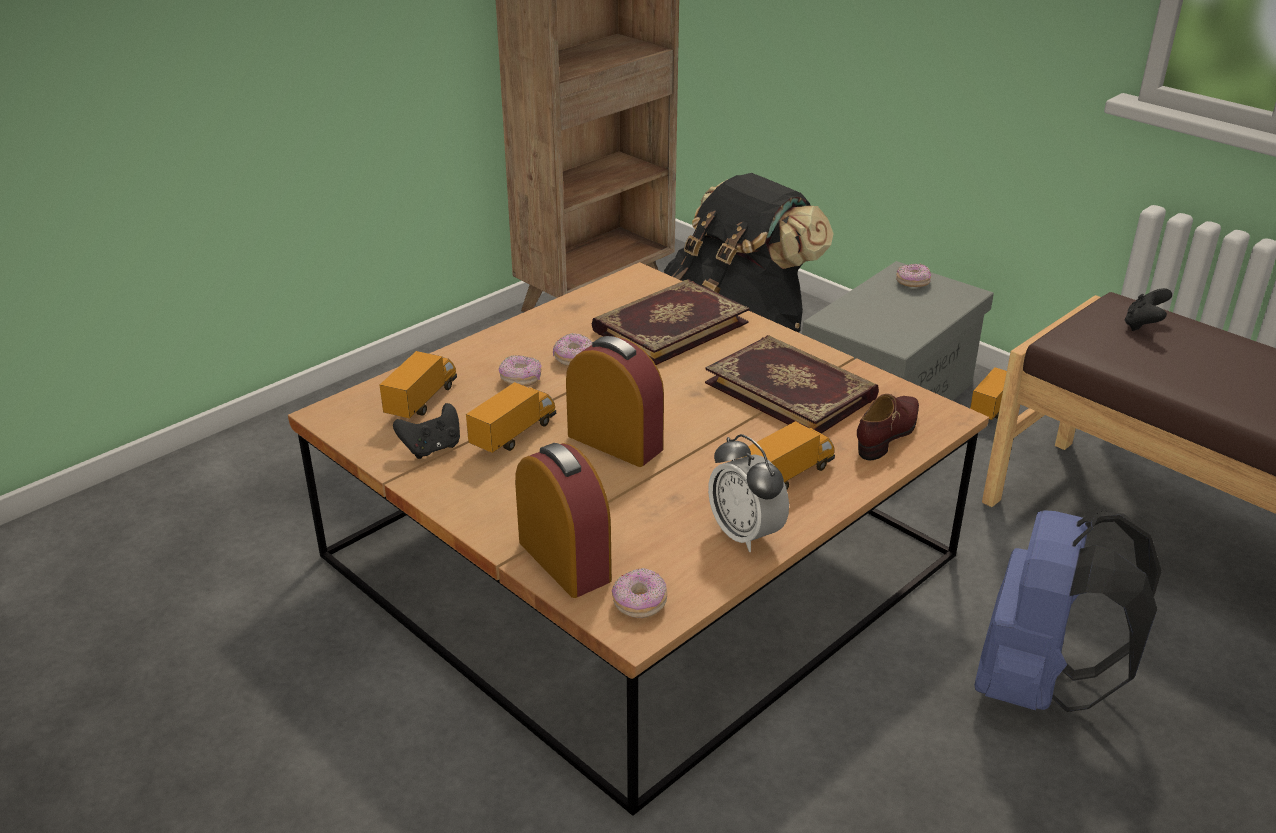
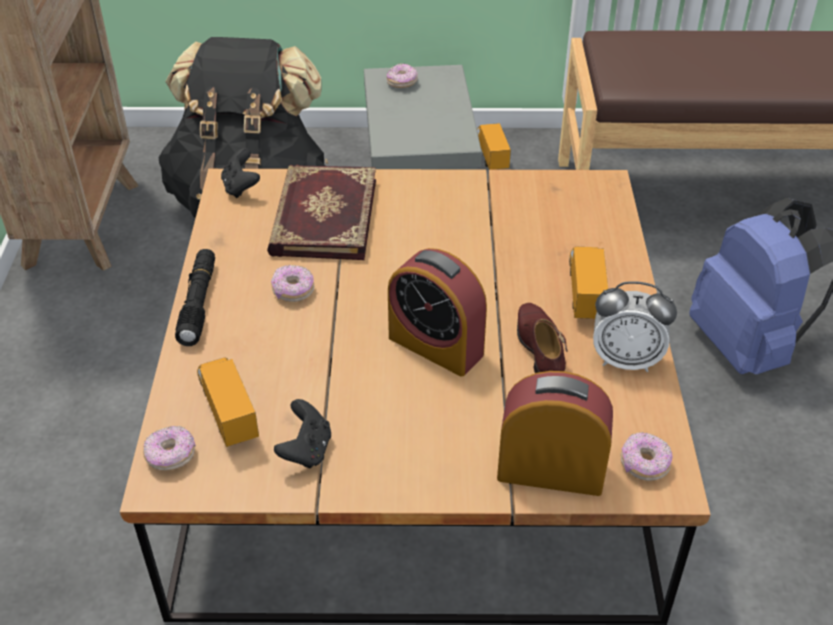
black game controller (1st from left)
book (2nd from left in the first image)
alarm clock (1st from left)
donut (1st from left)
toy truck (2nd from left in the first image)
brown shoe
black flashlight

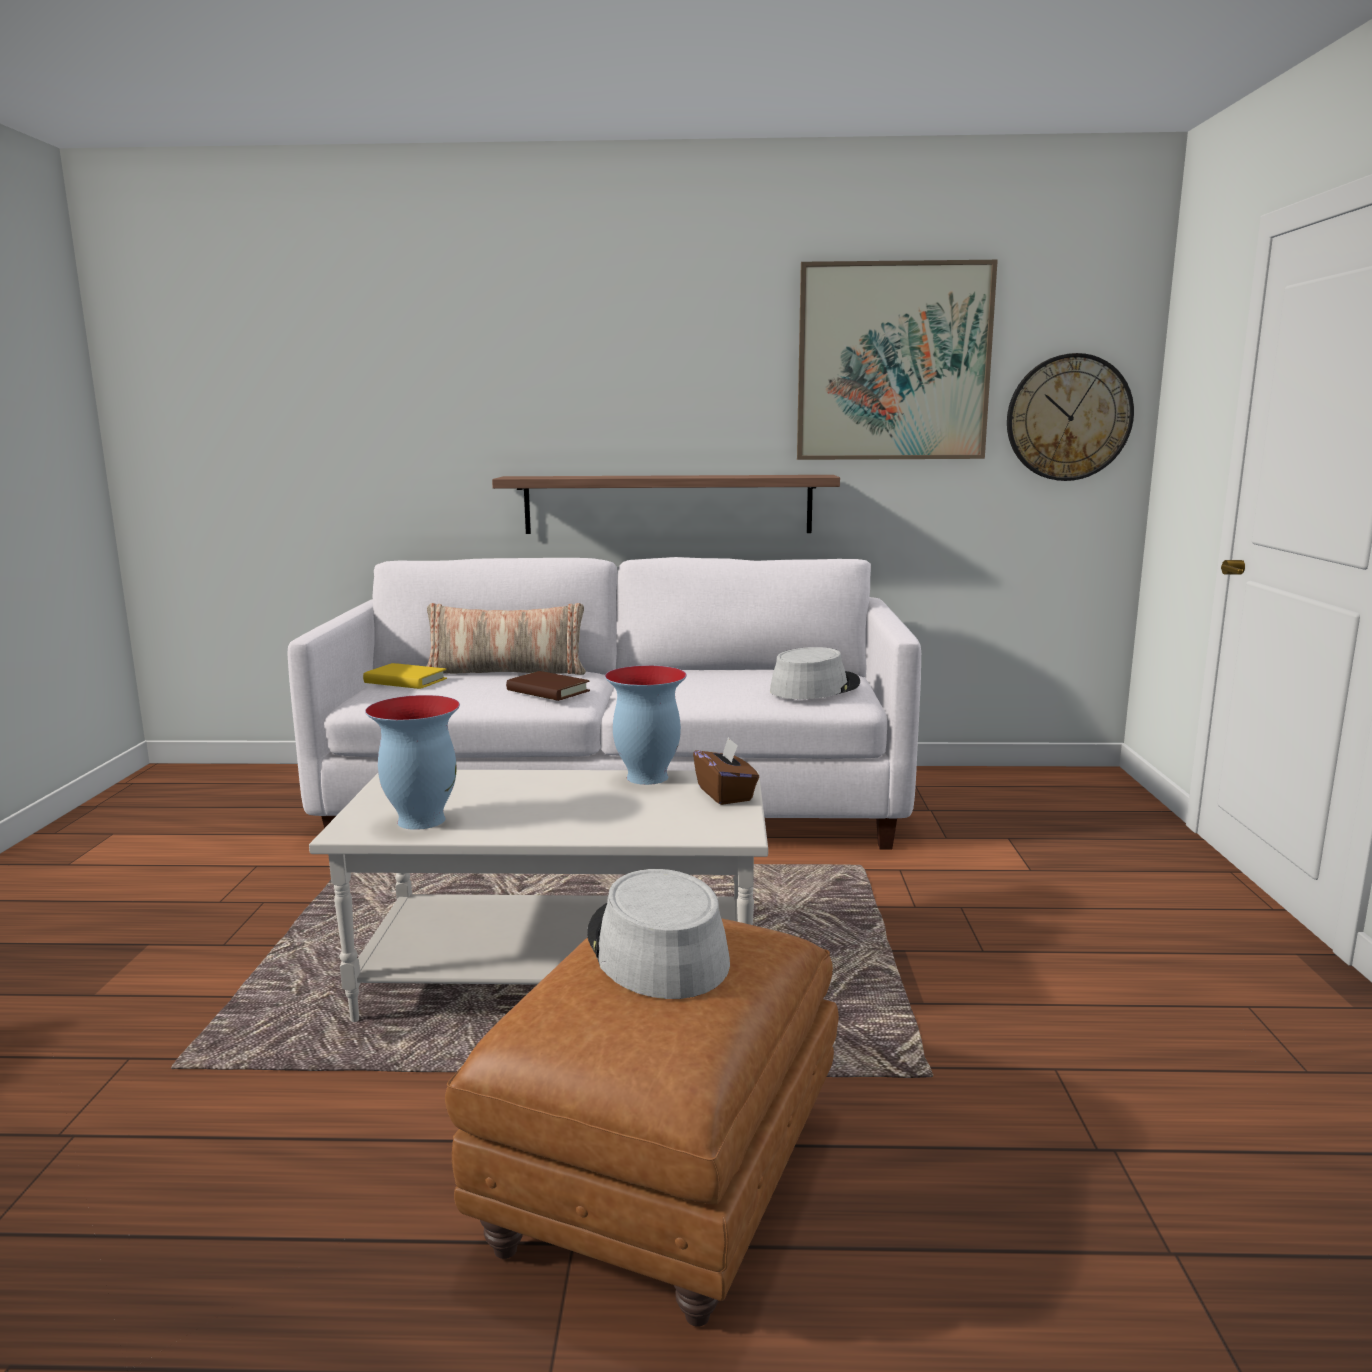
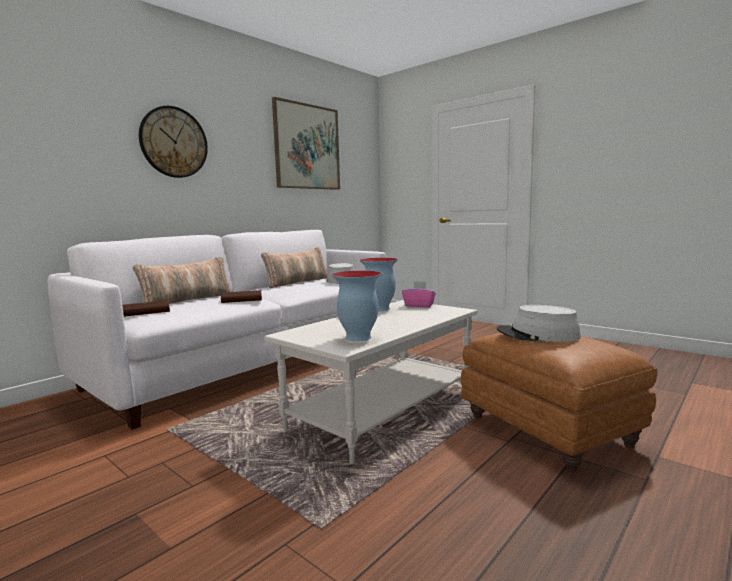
wall clock
shelf
brown book (1st from left)
pink tissue box
pillow (2nd from left)

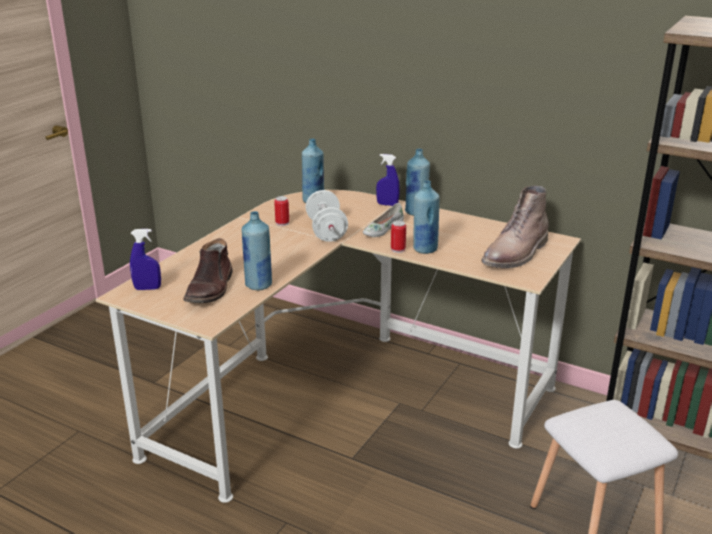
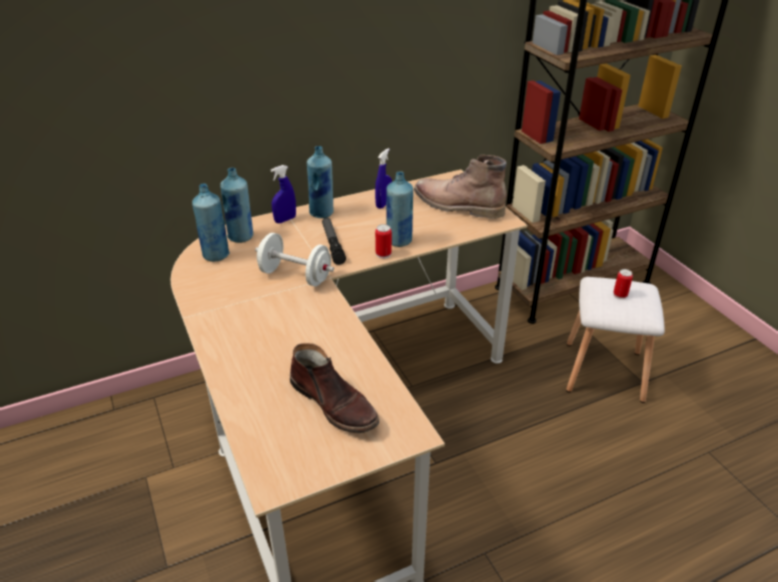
brown boot (2nd from left)
can (2nd from left)
flashlight
blue bottle (2nd from left)
blue spray bottle (2nd from left)

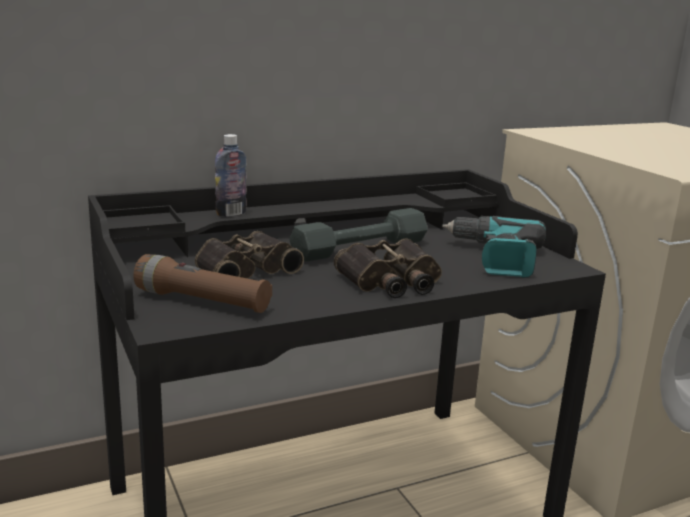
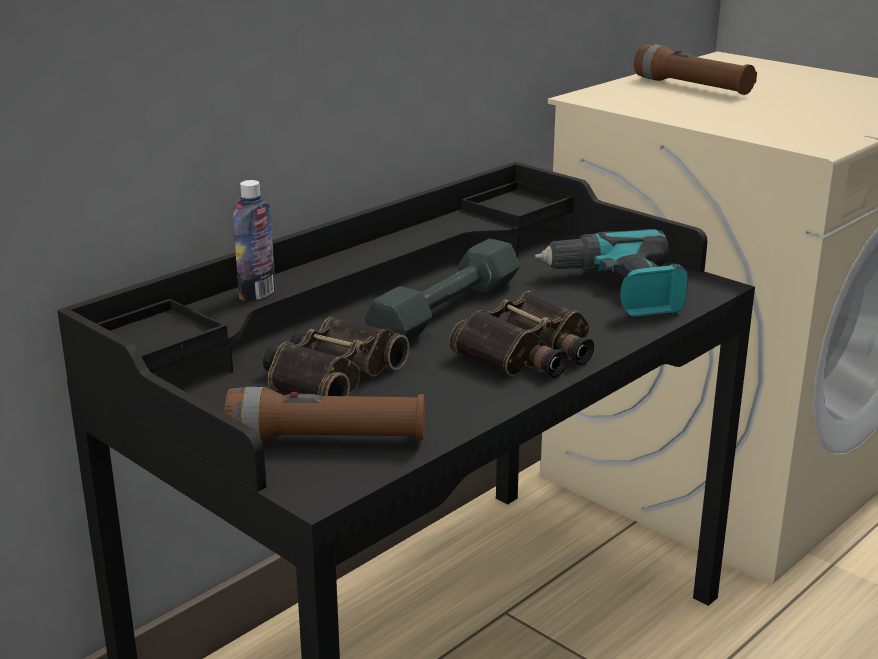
brown flashlight (2nd from left)

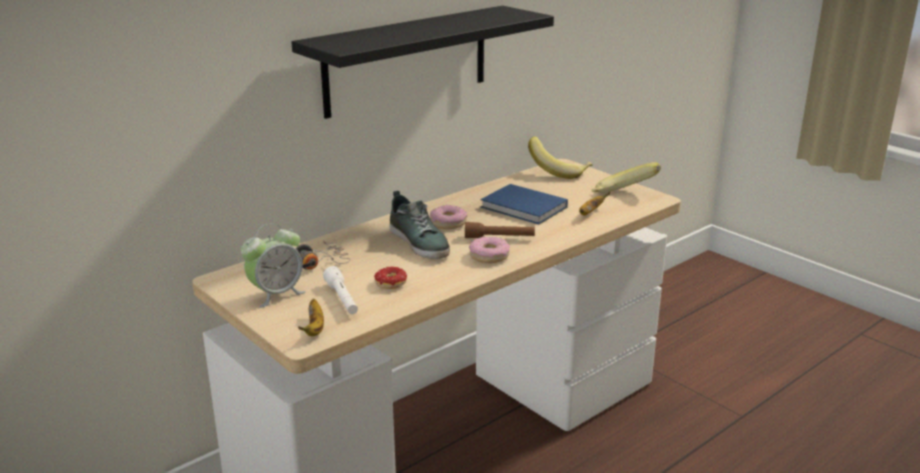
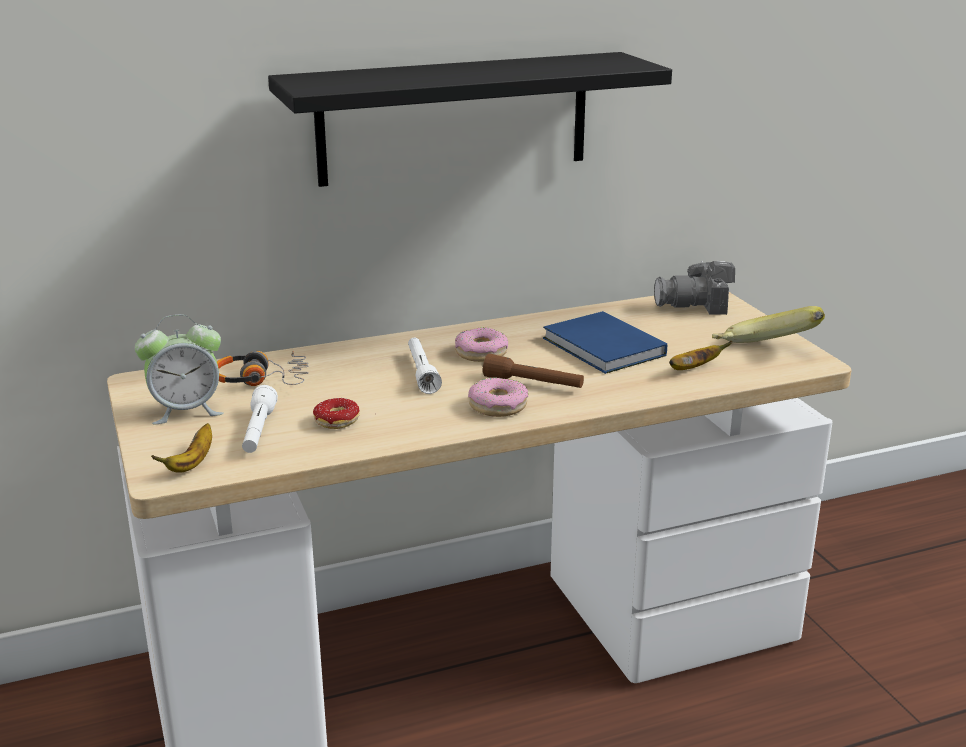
photo camera
white flashlight (2nd from left)

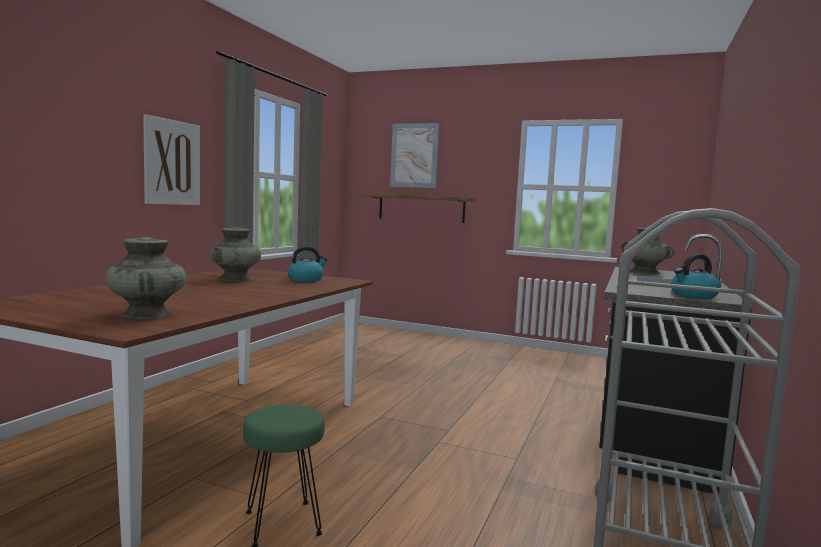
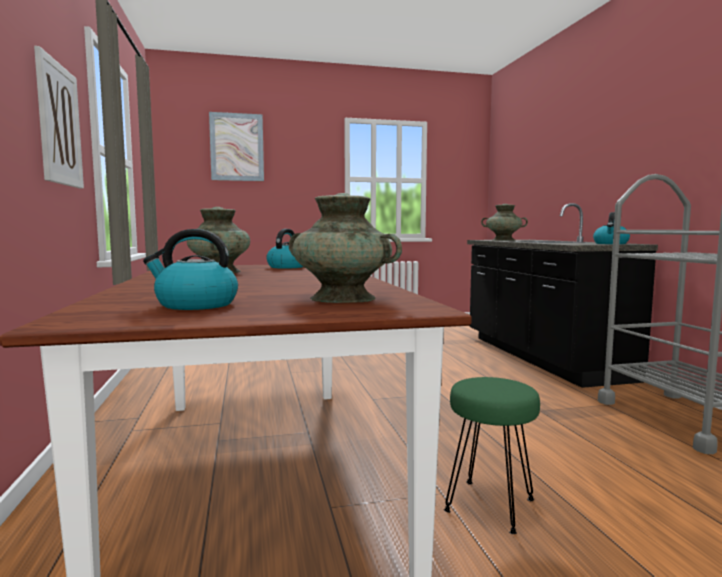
shelf
kettle (1st from left)

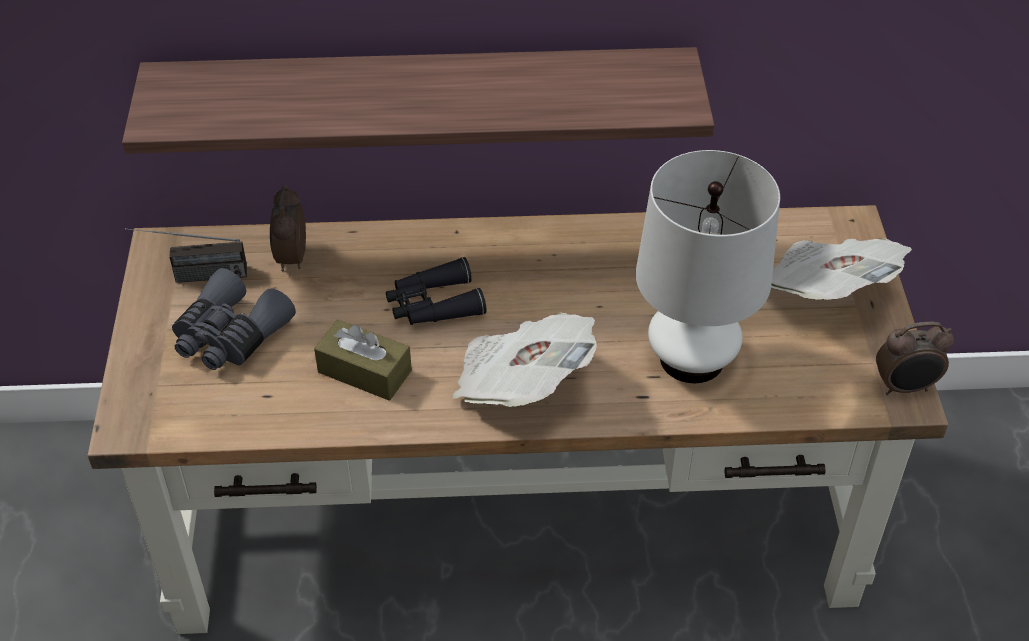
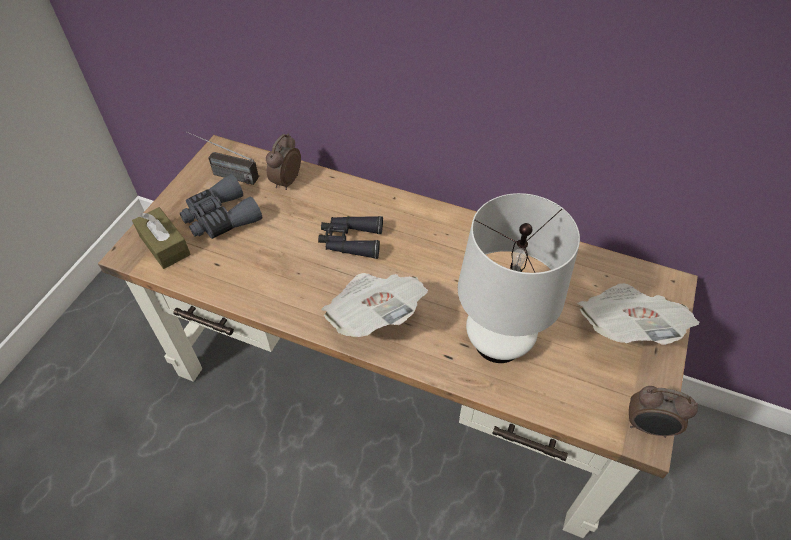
shelf
brown tissue box

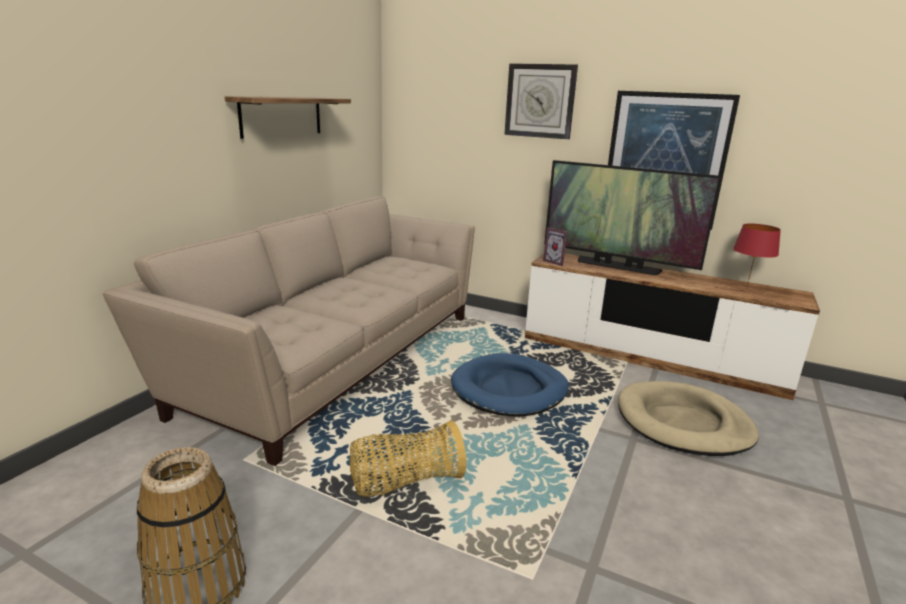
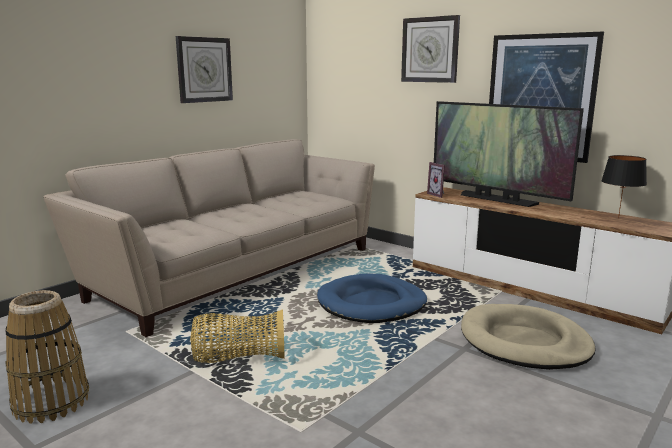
wall clock (1st from left)
black table lamp

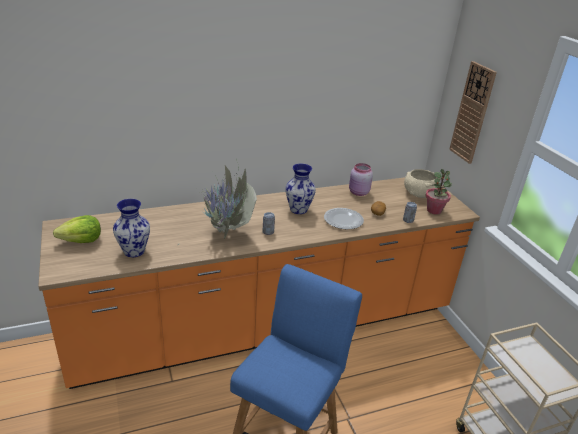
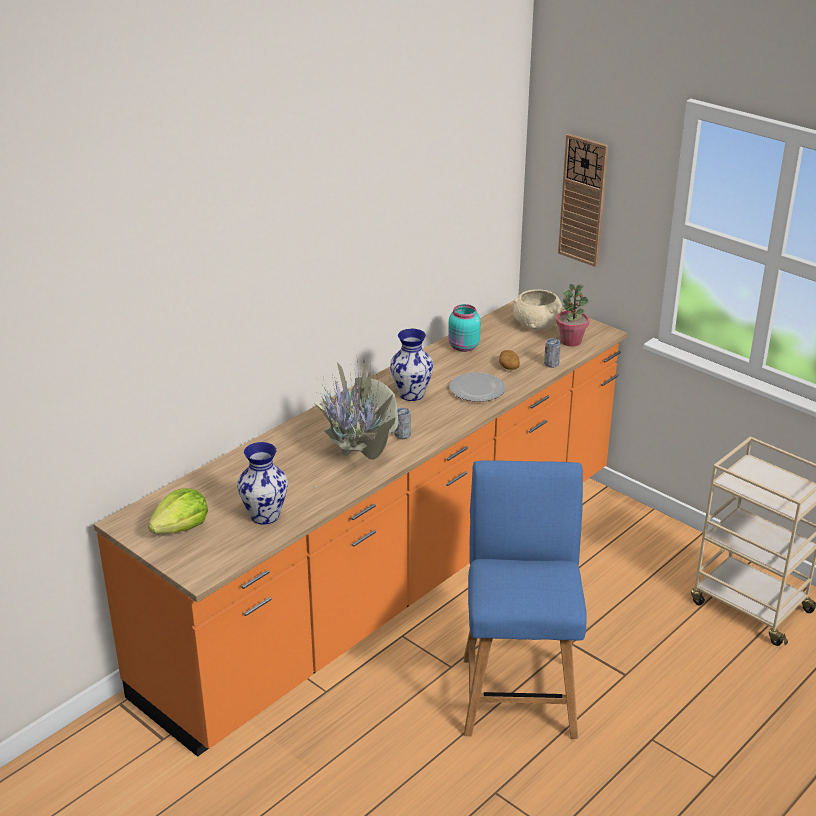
turquoise jar

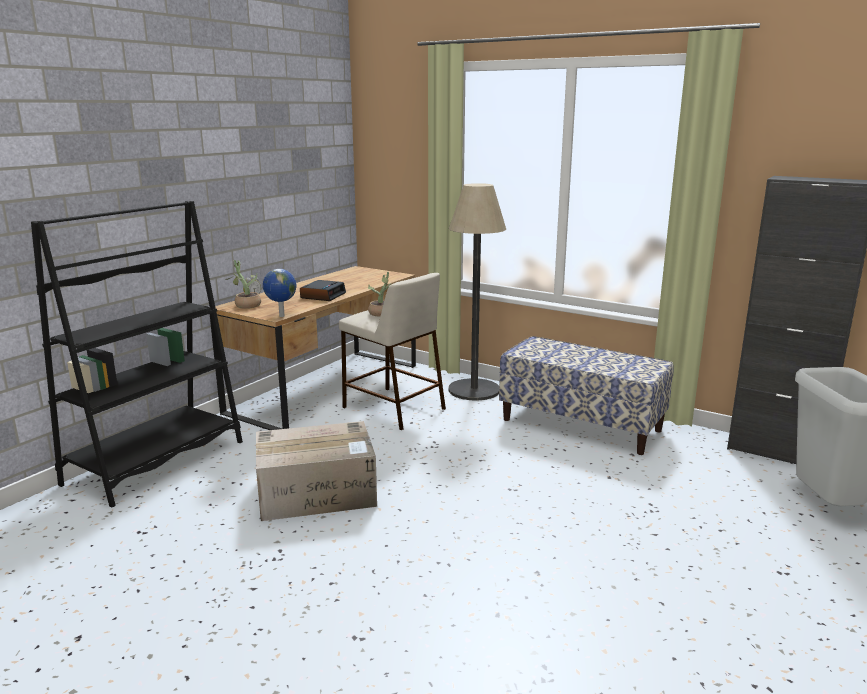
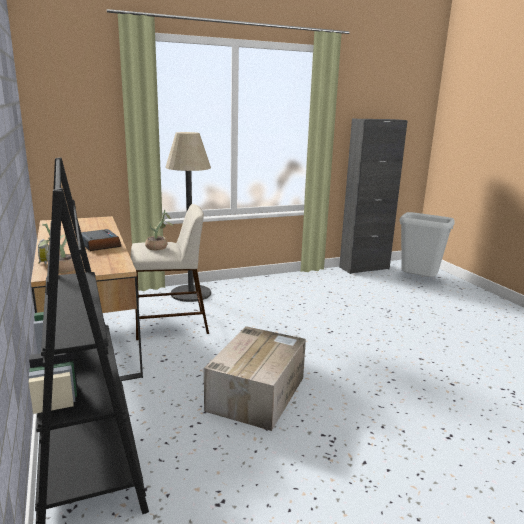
globe
bench

